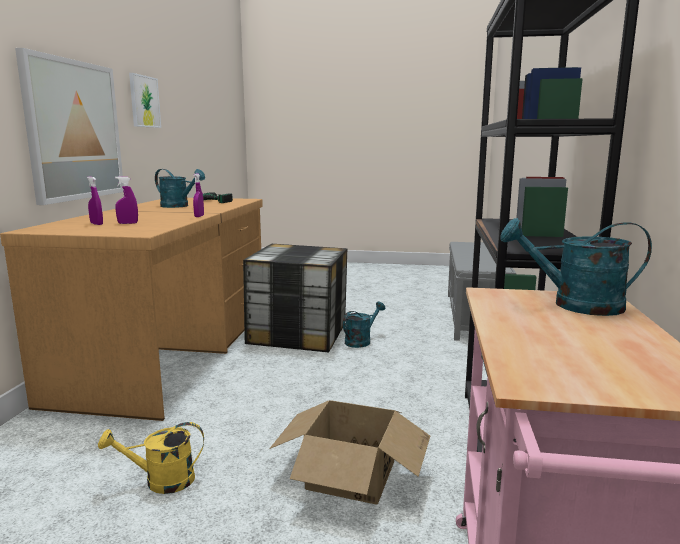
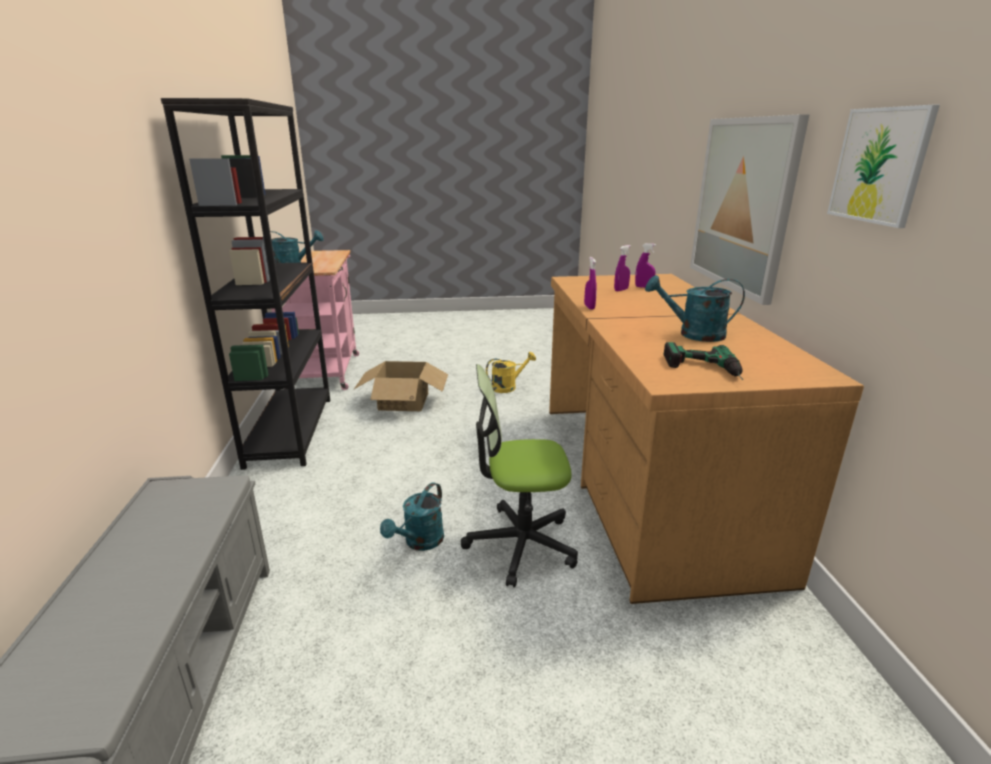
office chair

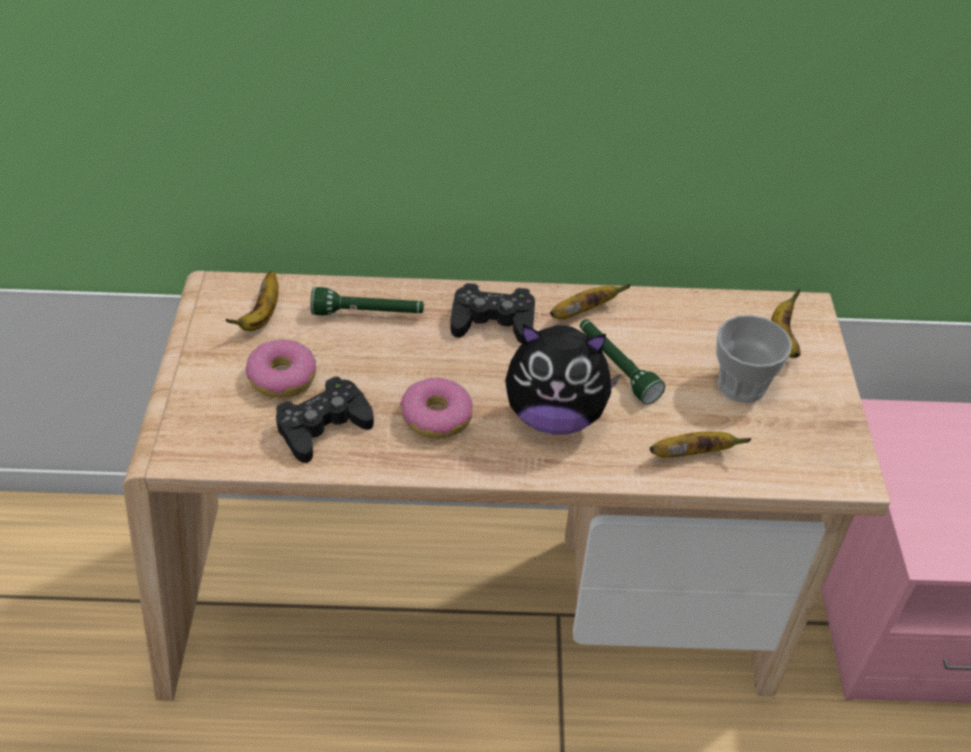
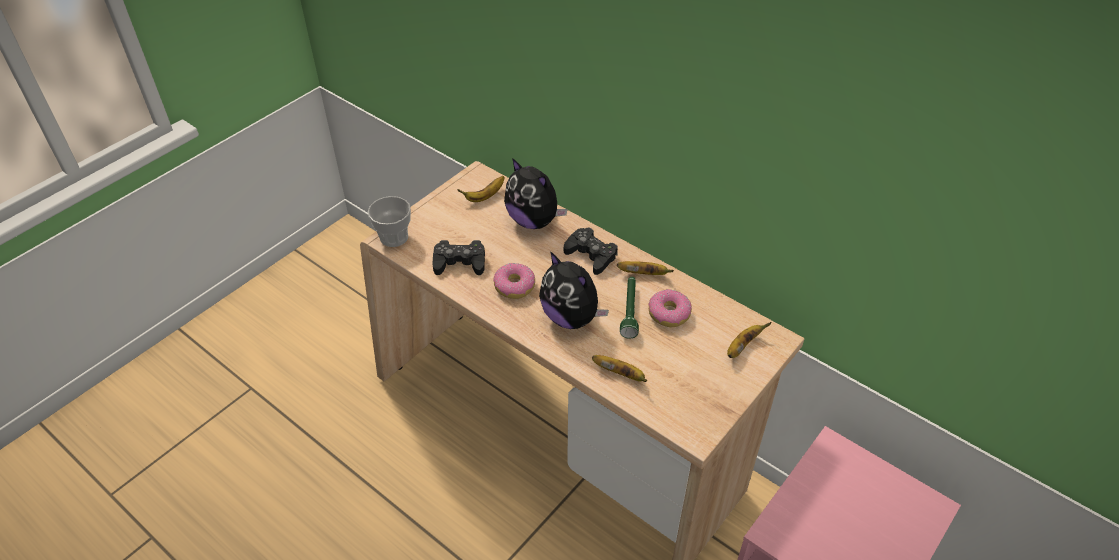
plush toy (1st from left)
cup
donut (2nd from left)

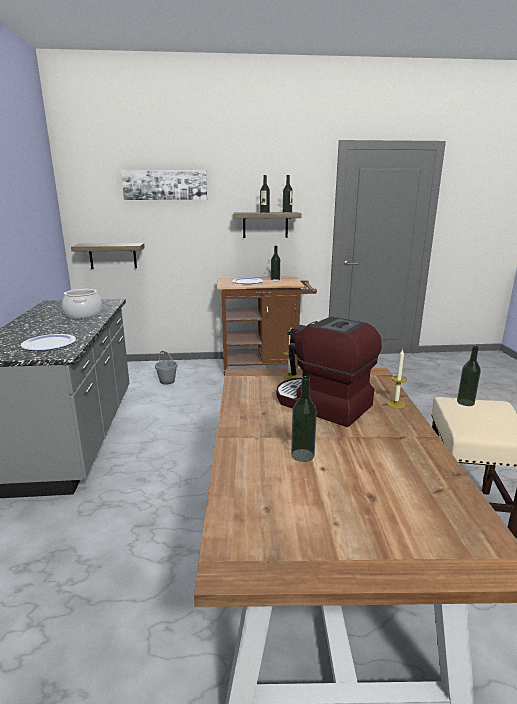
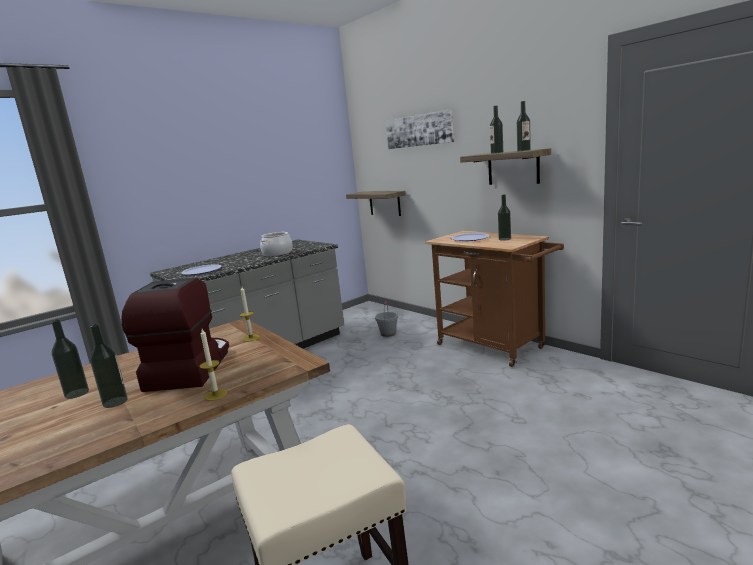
bottle (2nd from left)

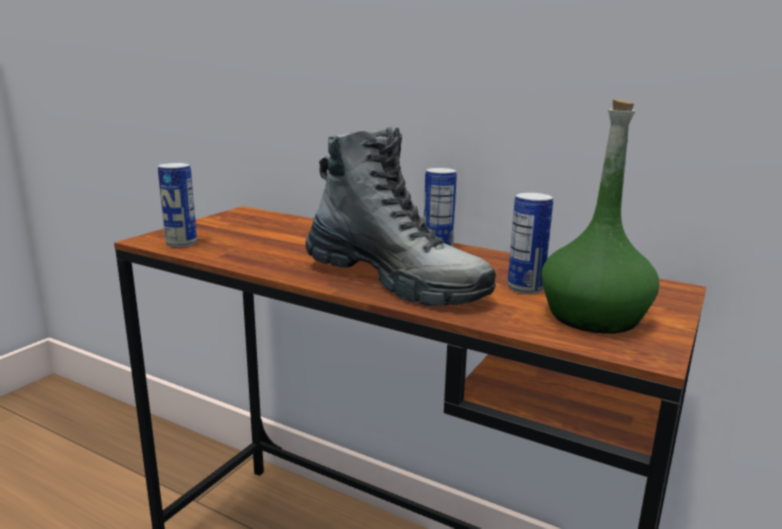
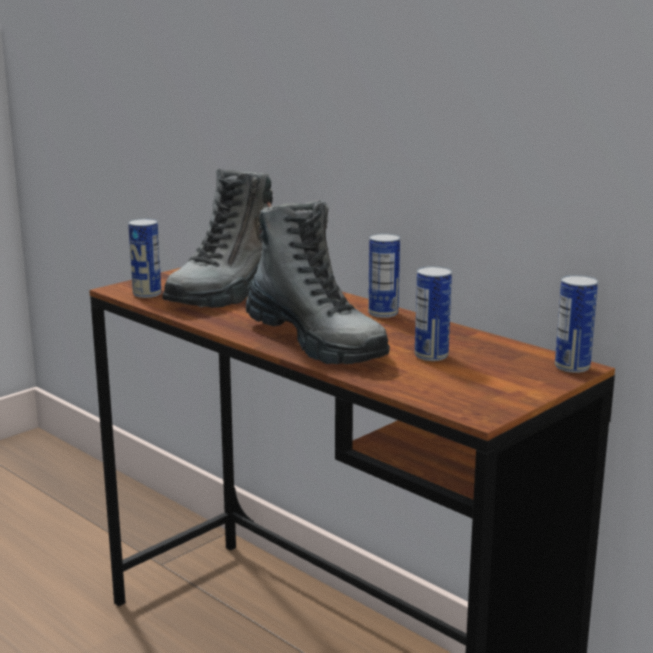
green bottle
boot (1st from left)
can (4th from left)

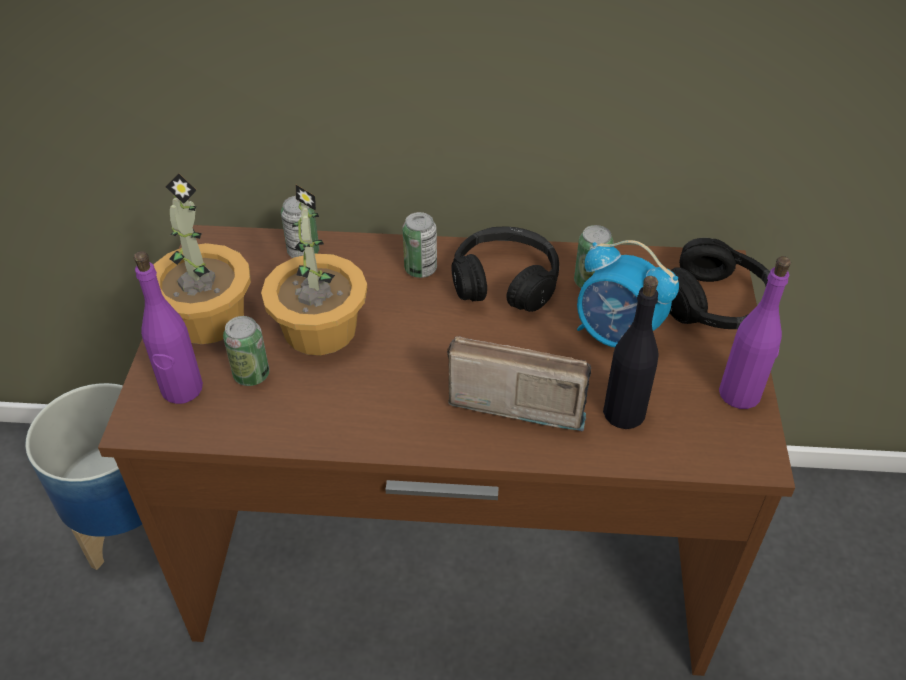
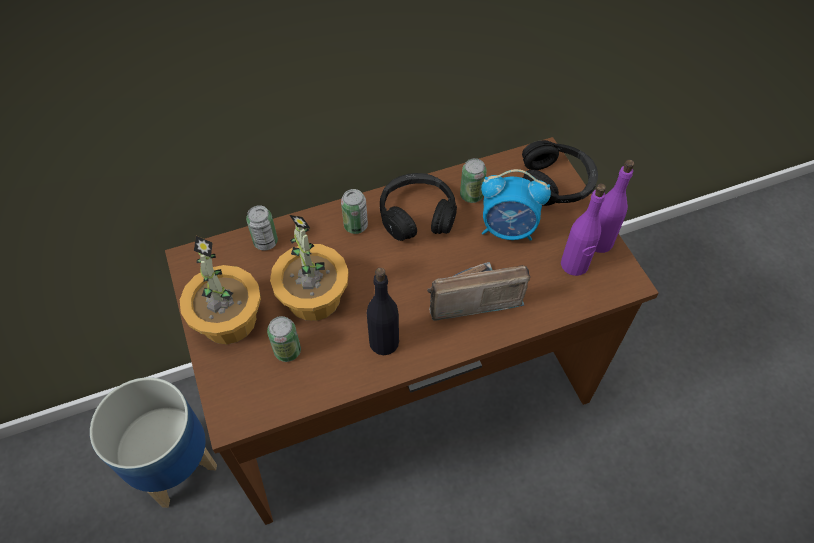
purple bottle (1st from left)
black bottle

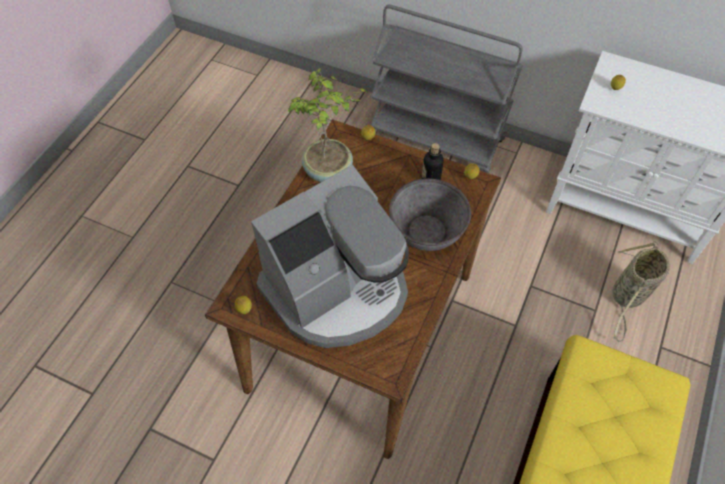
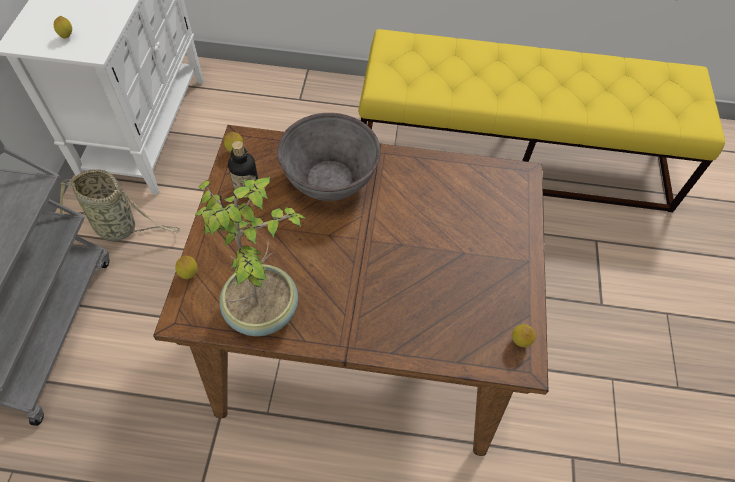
coffee machine
basket

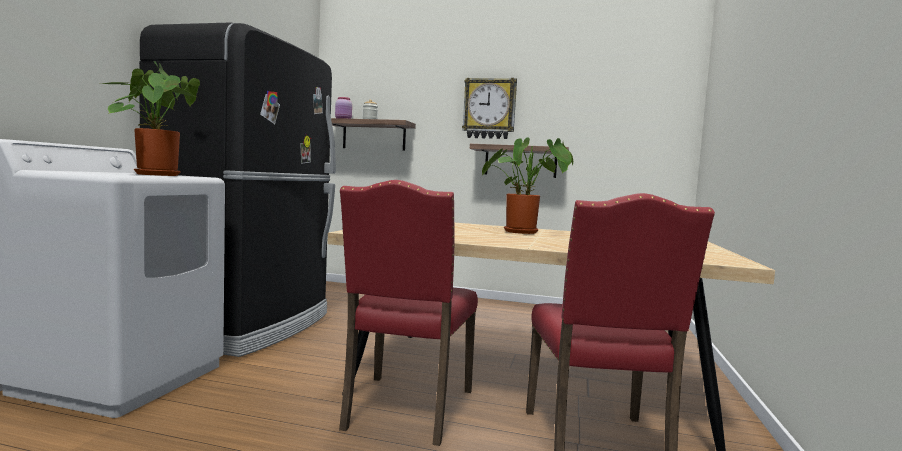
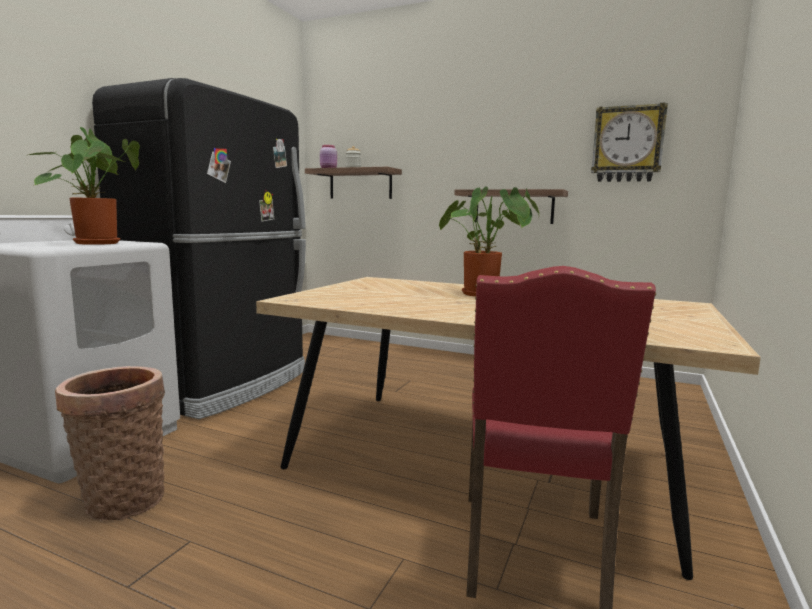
wall clock
red chair (1st from left in the first image)
basket

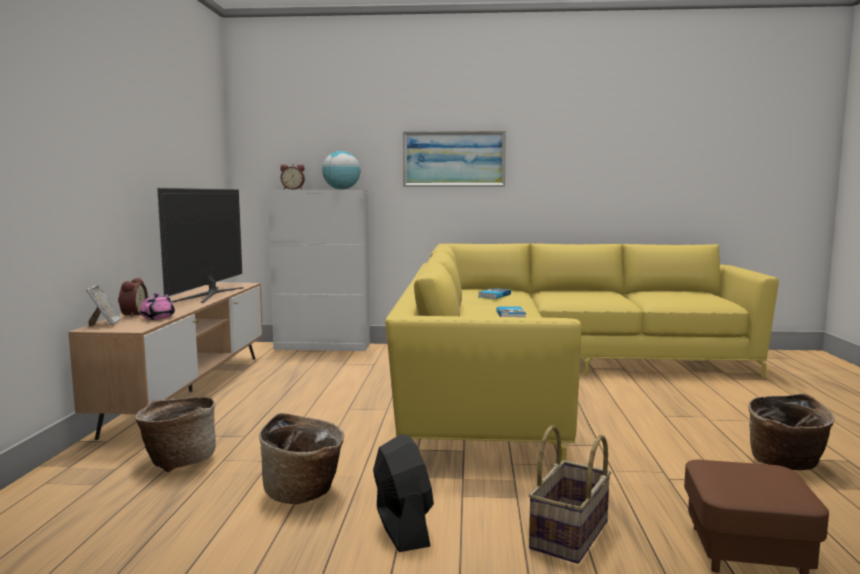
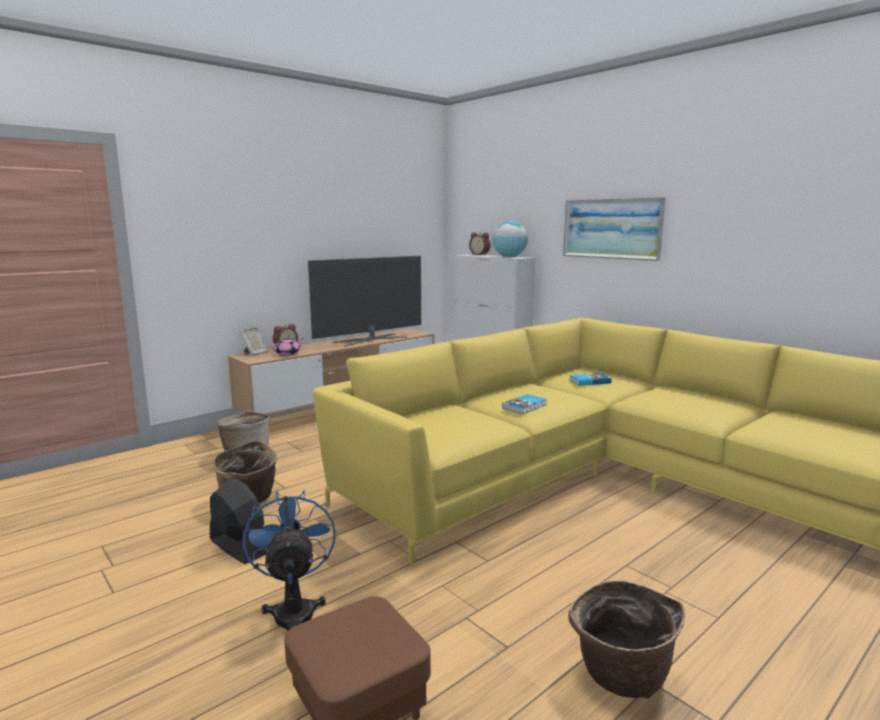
blue fan
black fan

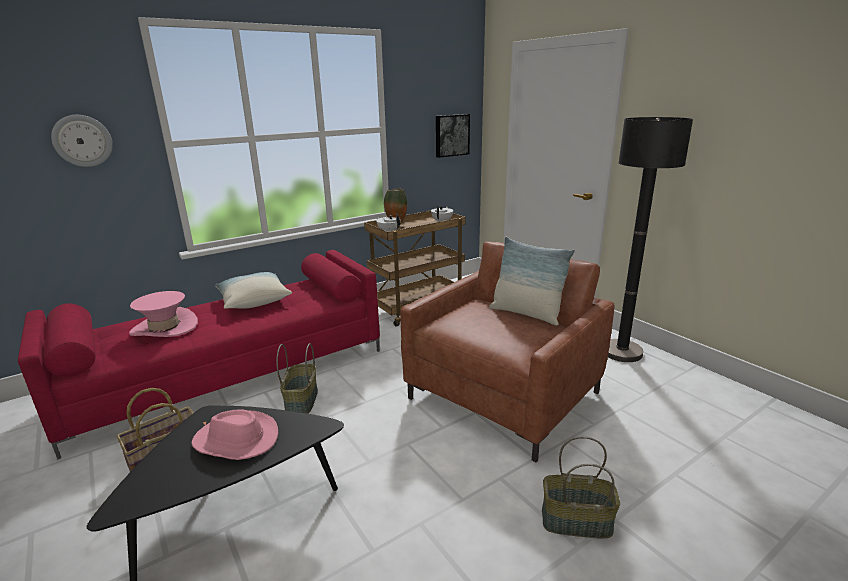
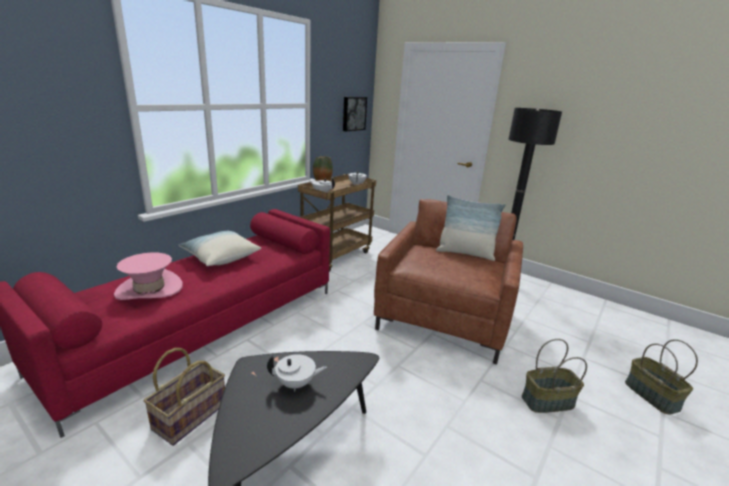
wall clock
basket (3rd from left)
white teapot (1st from left)

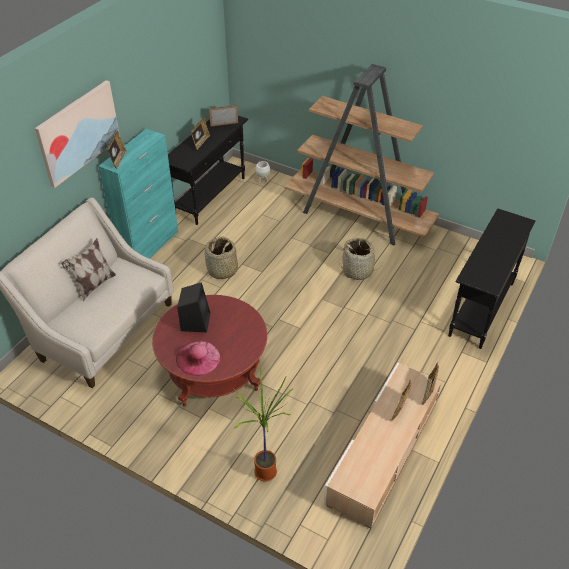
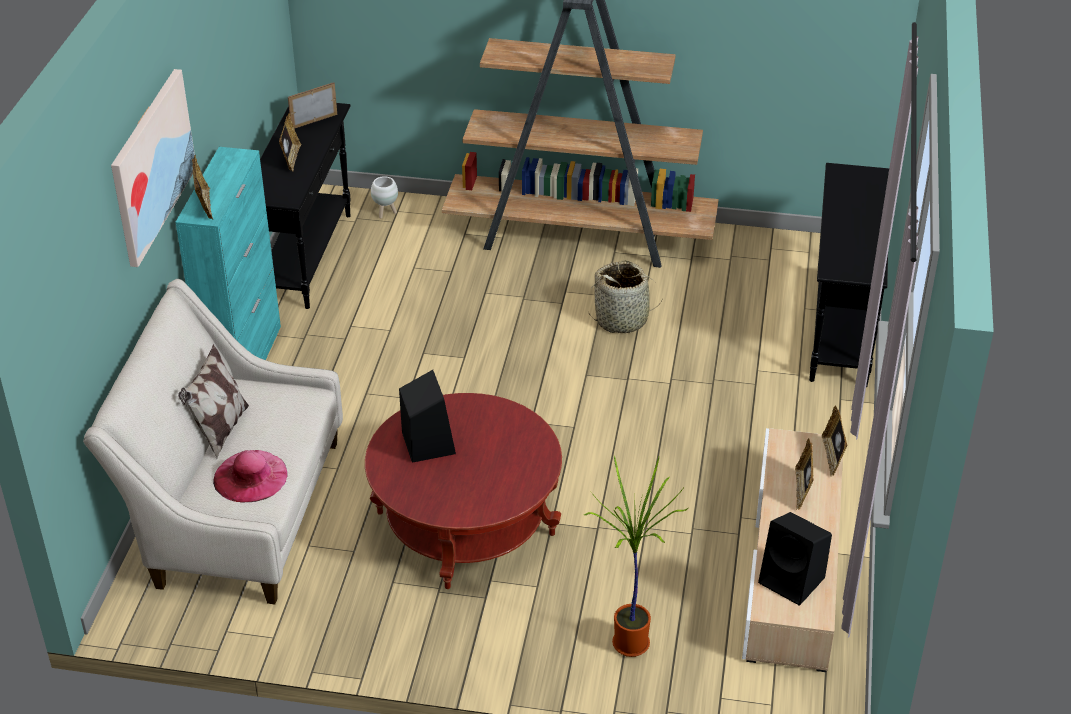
basket (1st from left in the first image)
pink hat
black speaker (2nd from left)

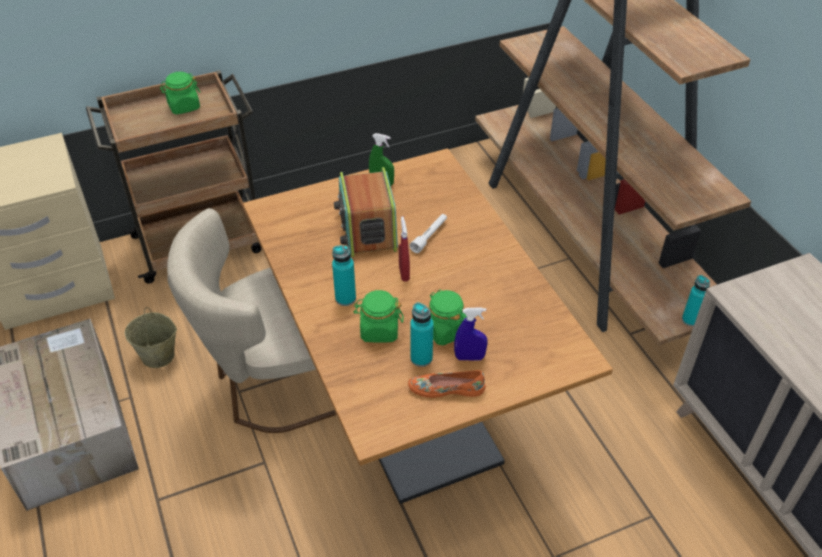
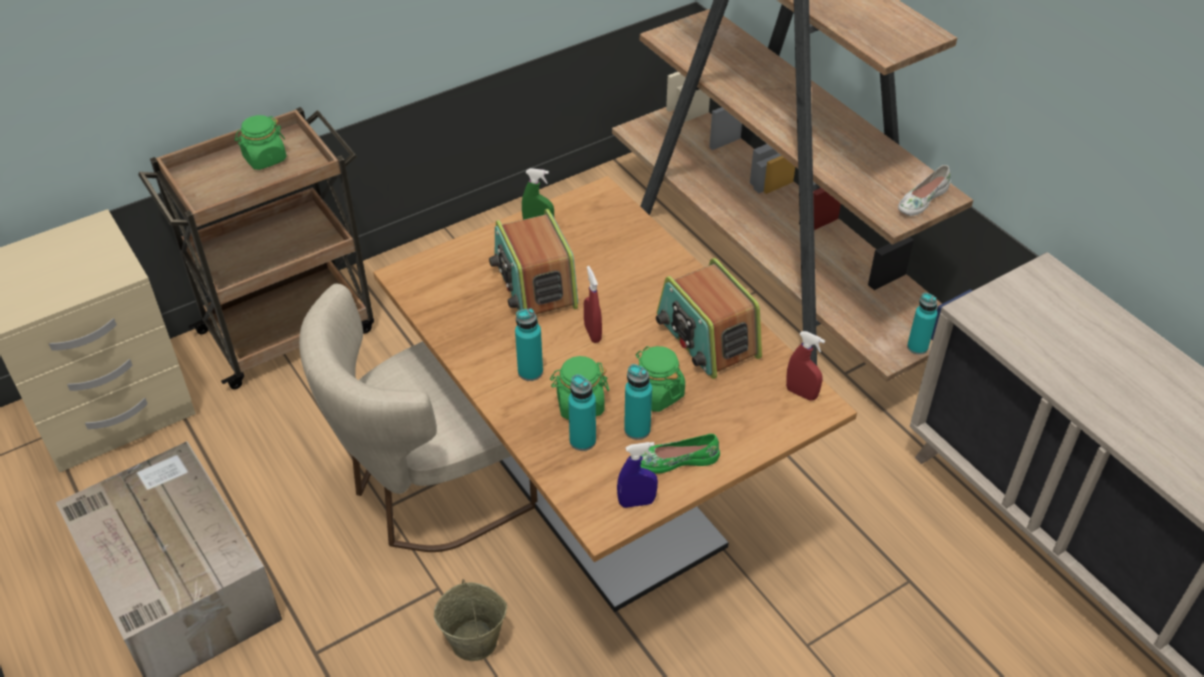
white flashlight
beige bucket
blue spray bottle
green shoe
white shoe
radio (2nd from left)
red spray bottle (2nd from left)
turquoise bottle (2nd from left)

